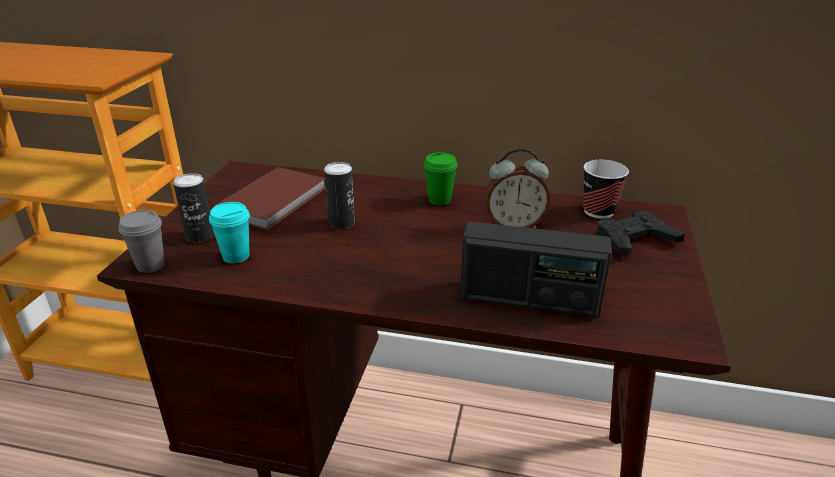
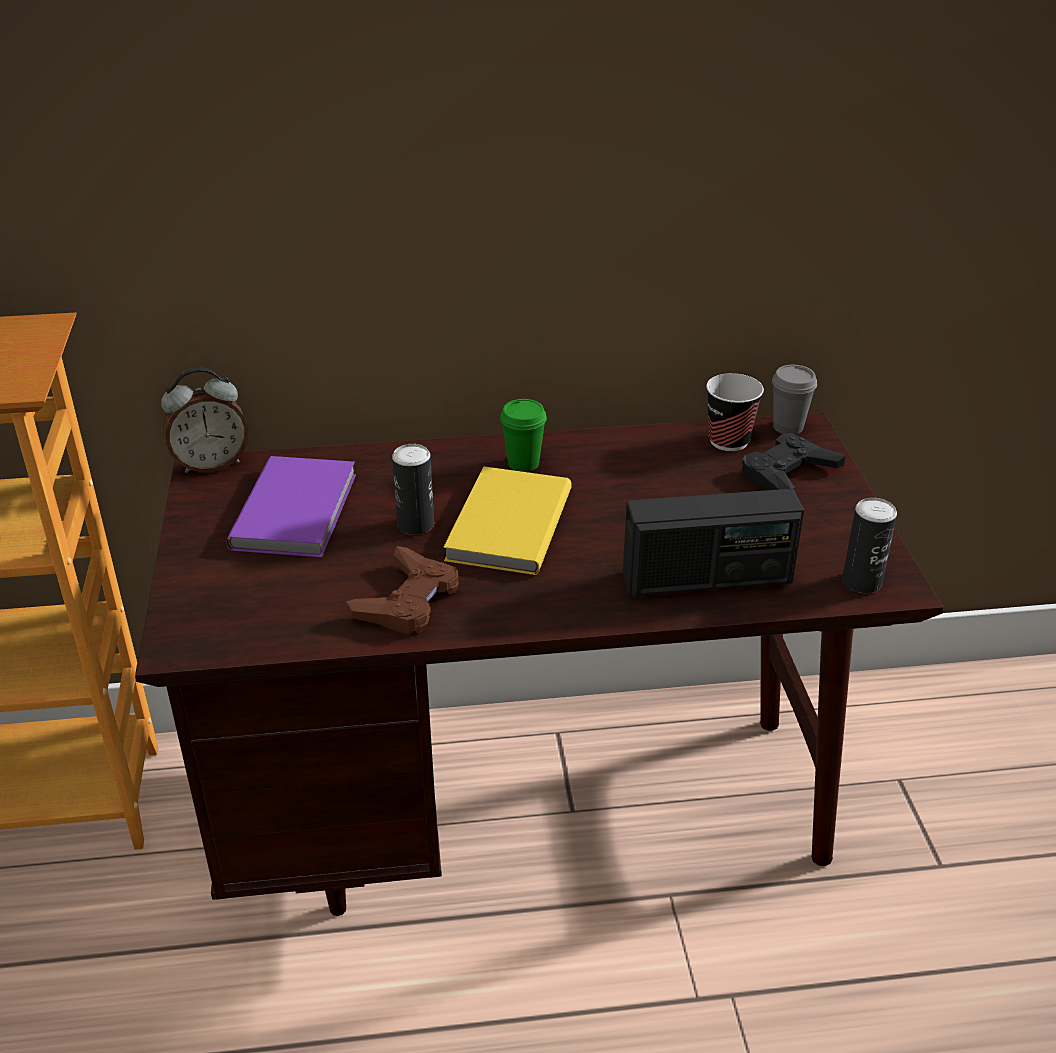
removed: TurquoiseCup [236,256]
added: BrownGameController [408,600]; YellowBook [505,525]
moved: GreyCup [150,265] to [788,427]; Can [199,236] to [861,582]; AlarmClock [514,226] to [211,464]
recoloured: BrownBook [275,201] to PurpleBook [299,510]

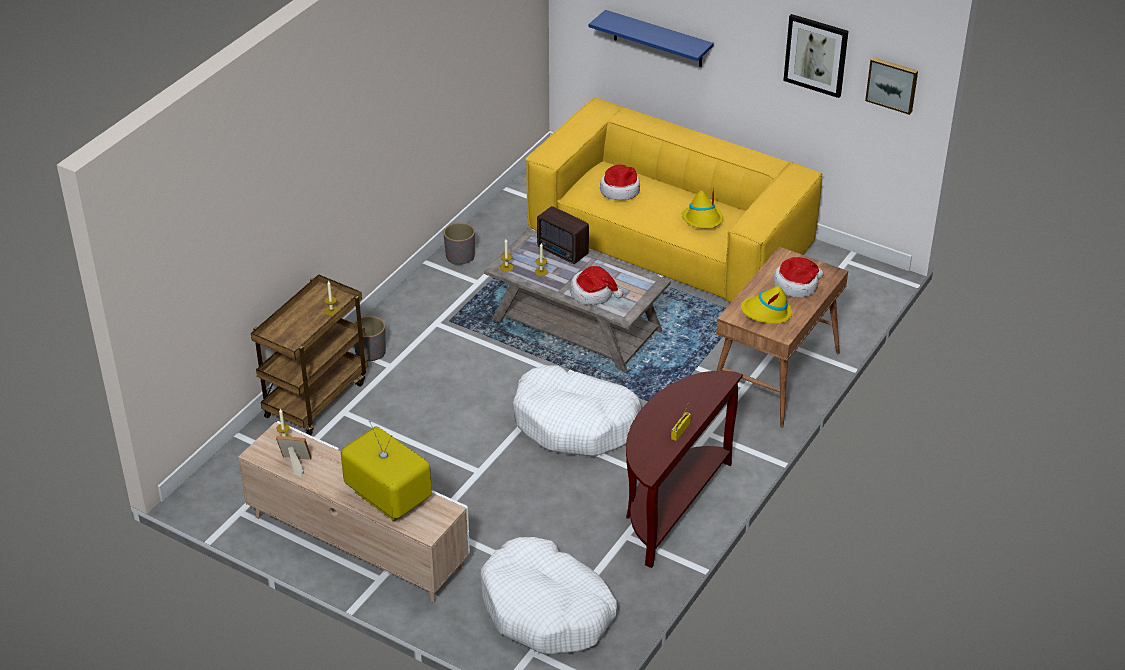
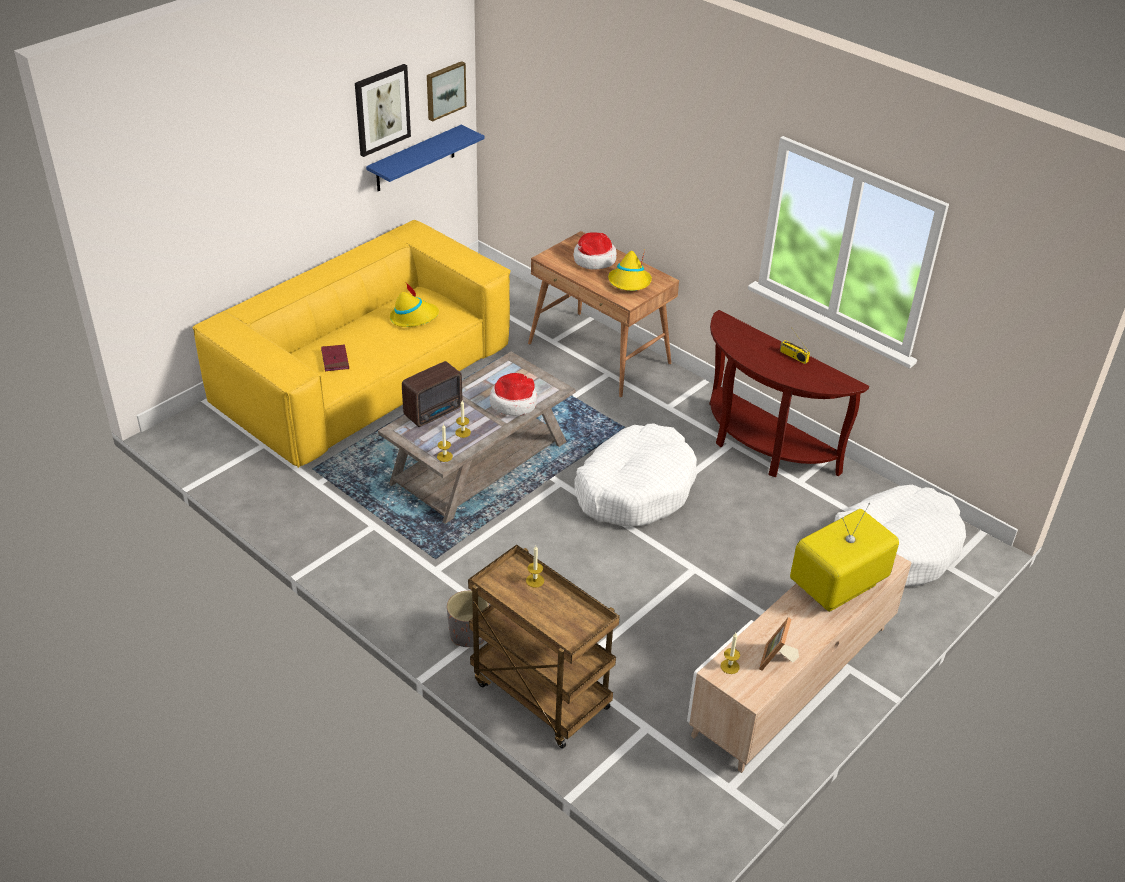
removed: GreyPlanter [460,257]
moved: BlueShelf [658,39] to [415,159]
replaced: Hat [619,190] to RedBook [335,359]

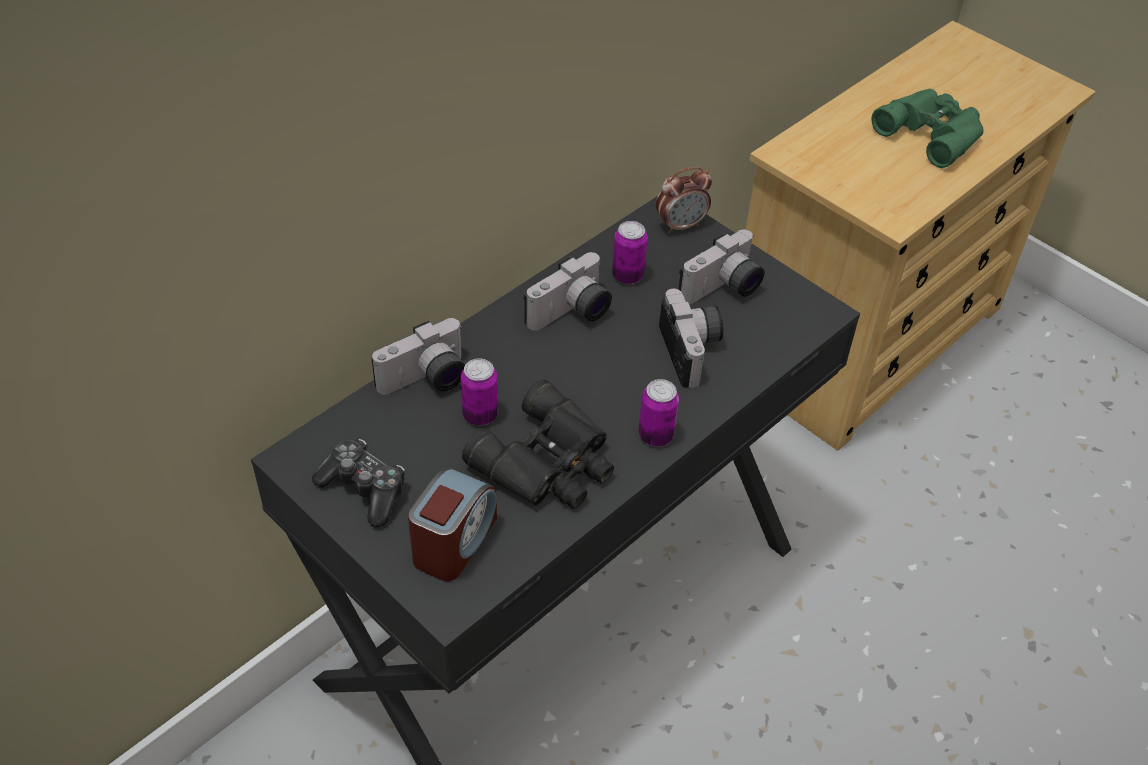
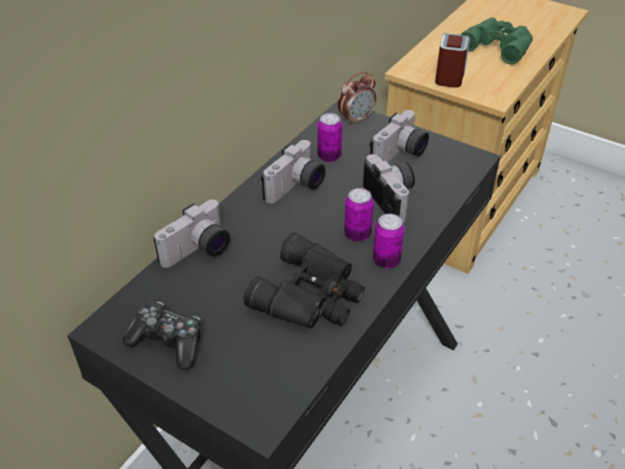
moved: AlarmClock [454,542] to [450,75]; Can [480,415] to [357,234]

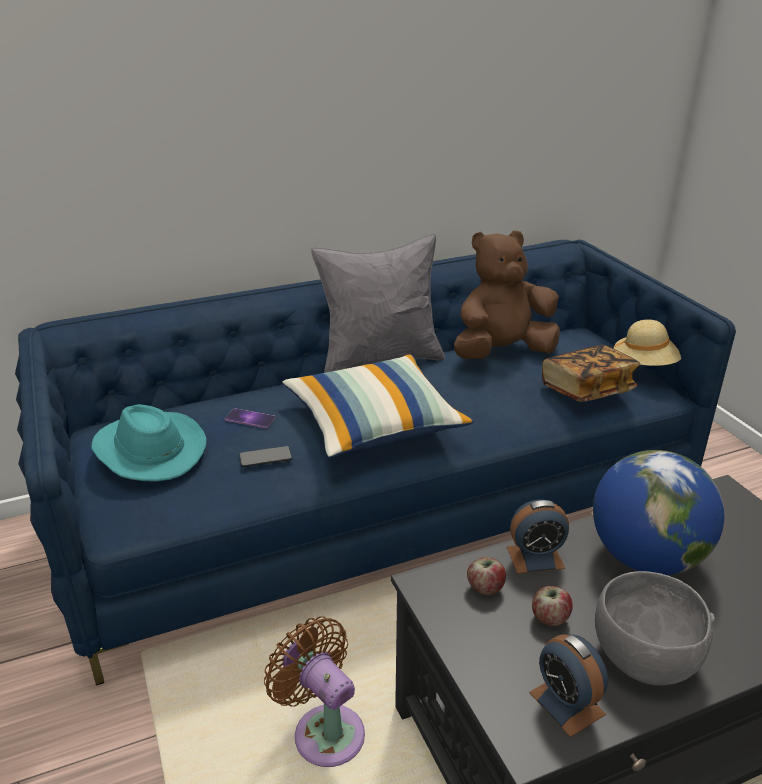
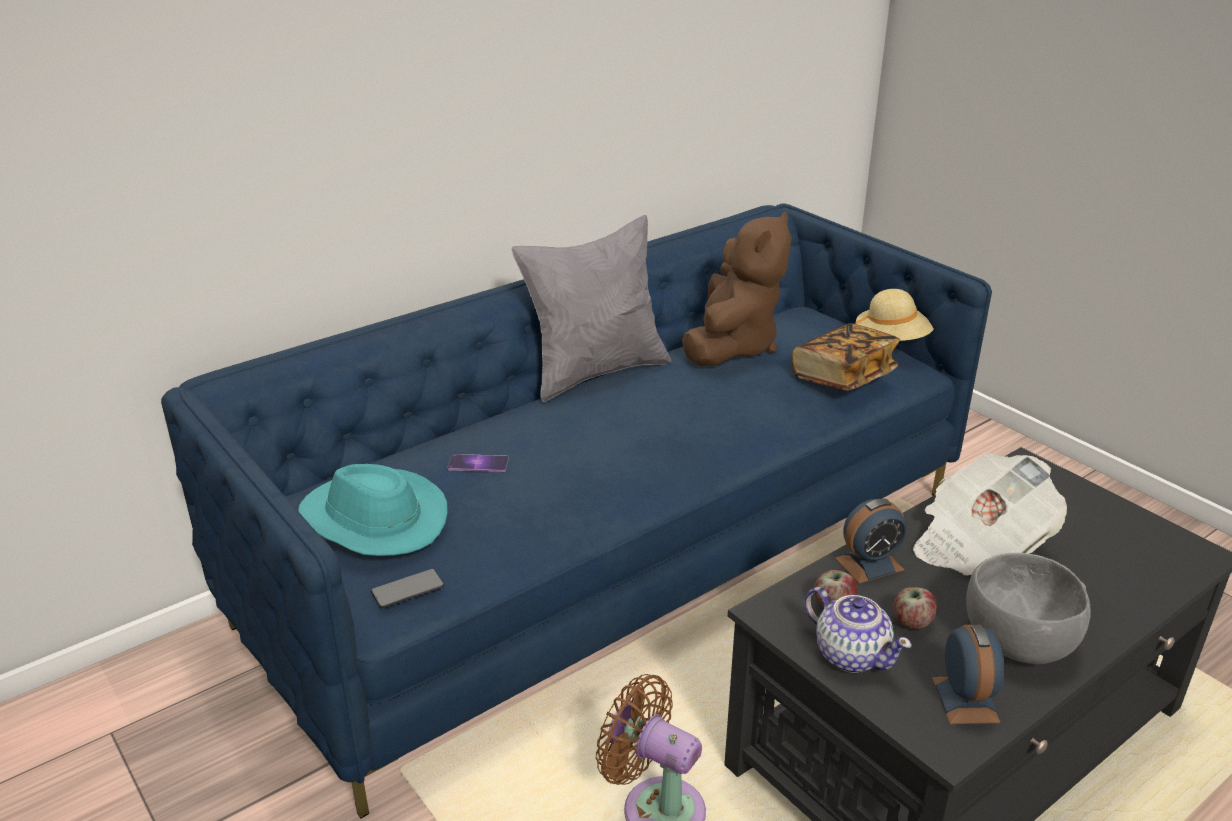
removed: Pillow [374,424]
added: Teapot [851,654]
moved: Phone [265,457] to [407,589]
replaced: Globe [646,558] to Newspaper [978,545]
turned: BrownPlushToy [502,353] = [732,347] 150 degrees clockwise; AlarmClock [567,703] = [965,699] 135 degrees counterclockwise

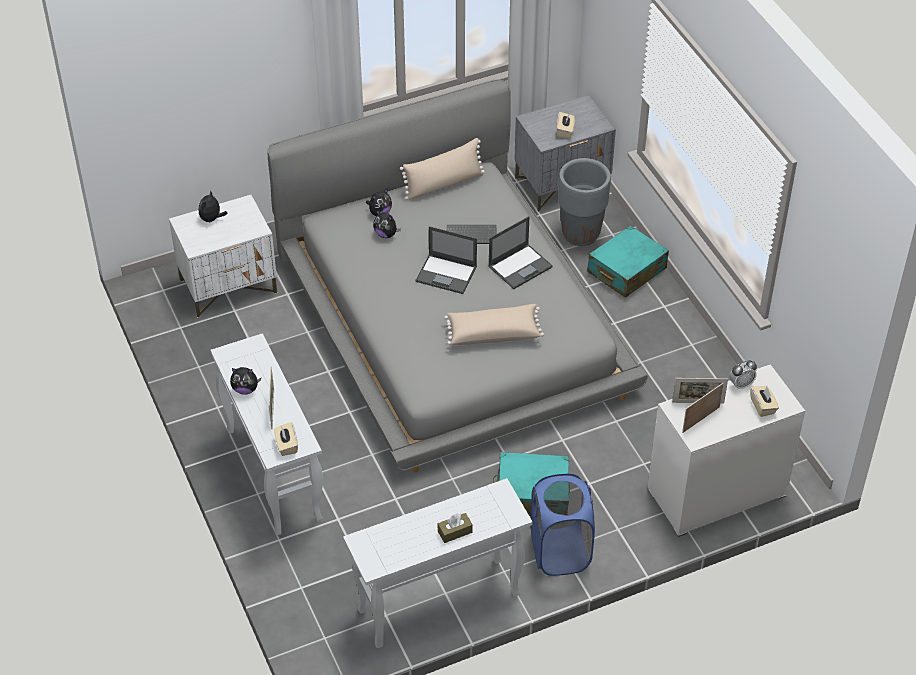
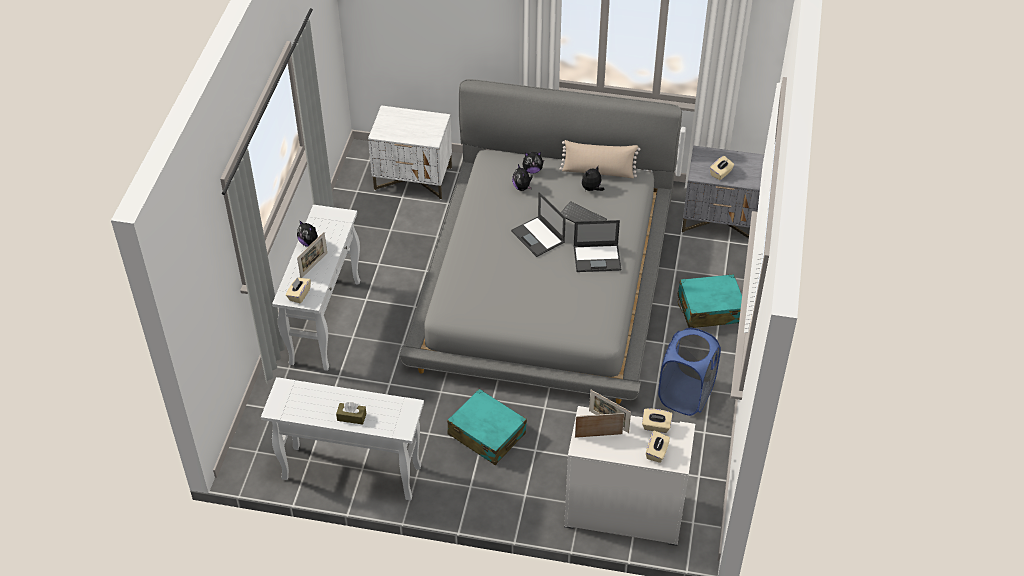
removed: BeigePillow [493,332]; GreyPlanter [580,234]
moved: PlushToy [212,219] to [591,189]; BlueLaundryBasket [560,552] to [685,395]
replaced: AlarmClock [741,384] to BeigeTissueBox [656,426]

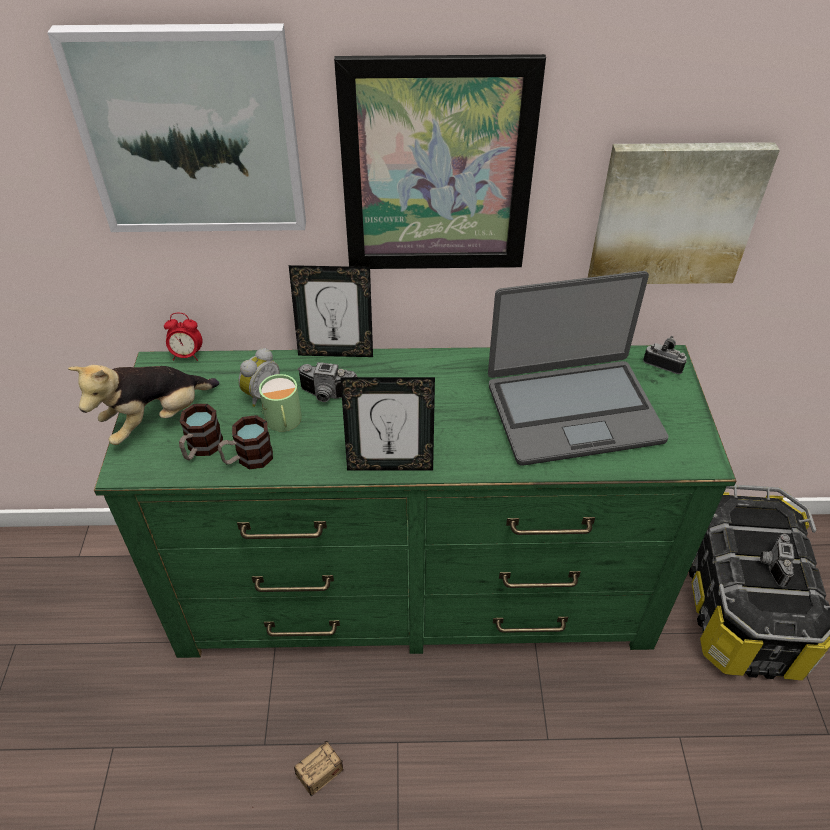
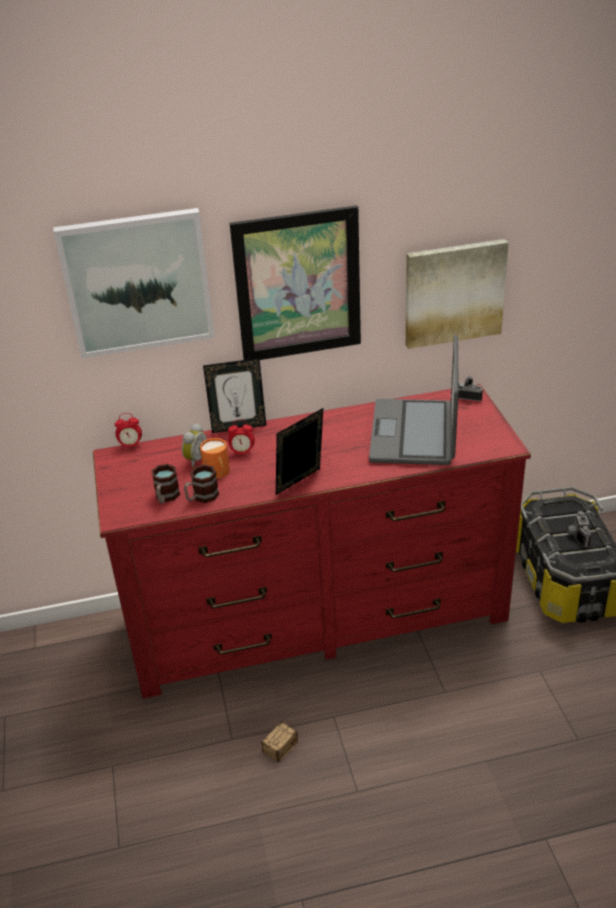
removed: PlushToy [157,420]
replaced: PhotoCamera [327,396] to AlarmClock [242,453]
recoloured: GreenDresser [415,588] to RedDresser [317,616]; GreenMug [283,421] to OrangeMug [217,472]
turned: PictureFrame [390,464] = [301,484] 150 degrees clockwise; Laptop [573,411] = [414,433] 120 degrees clockwise

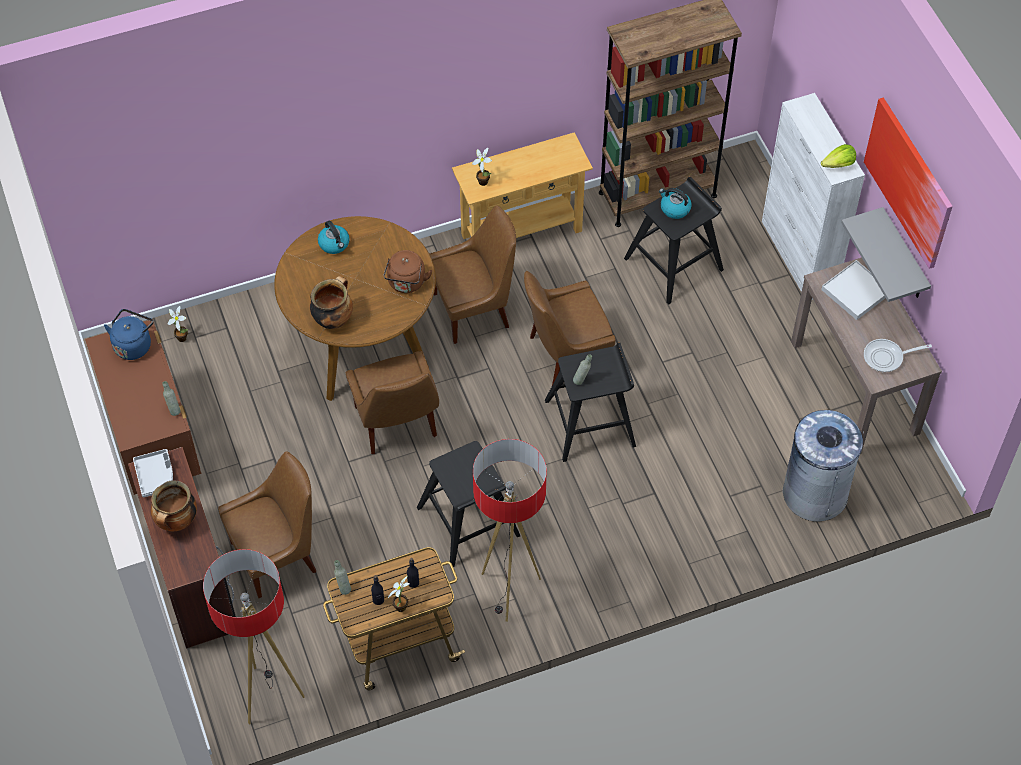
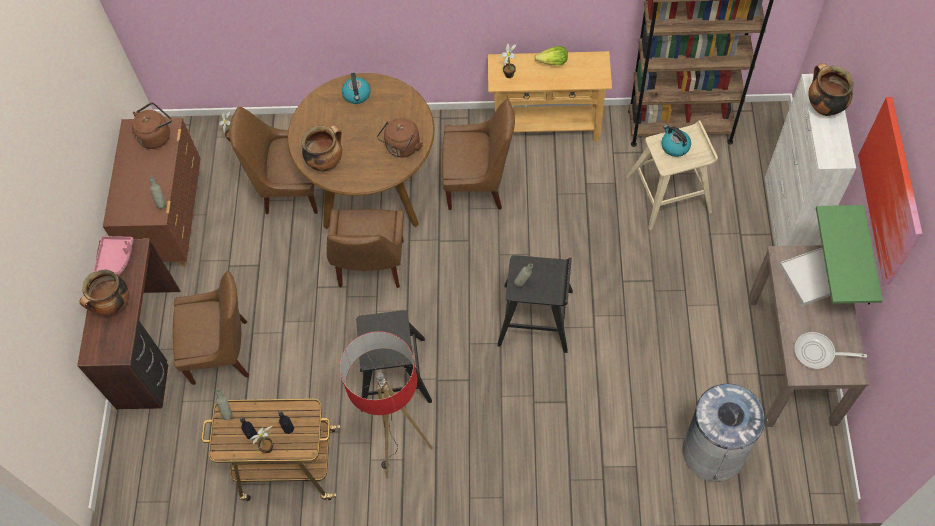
removed: FloorLamp [269,695]
added: CookingPot [823,106]
moved: BrownChair [565,354] to [290,189]; Lettuce [838,164] to [552,62]
recoloured: BlueKettle [133,344] to BrownKettle [156,135]; GreyTray [155,476] to PinkTray [116,258]; BlackStool [674,263] to BeigeStool [670,194]; GreyShelf [903,257] to GreenShelf [868,260]

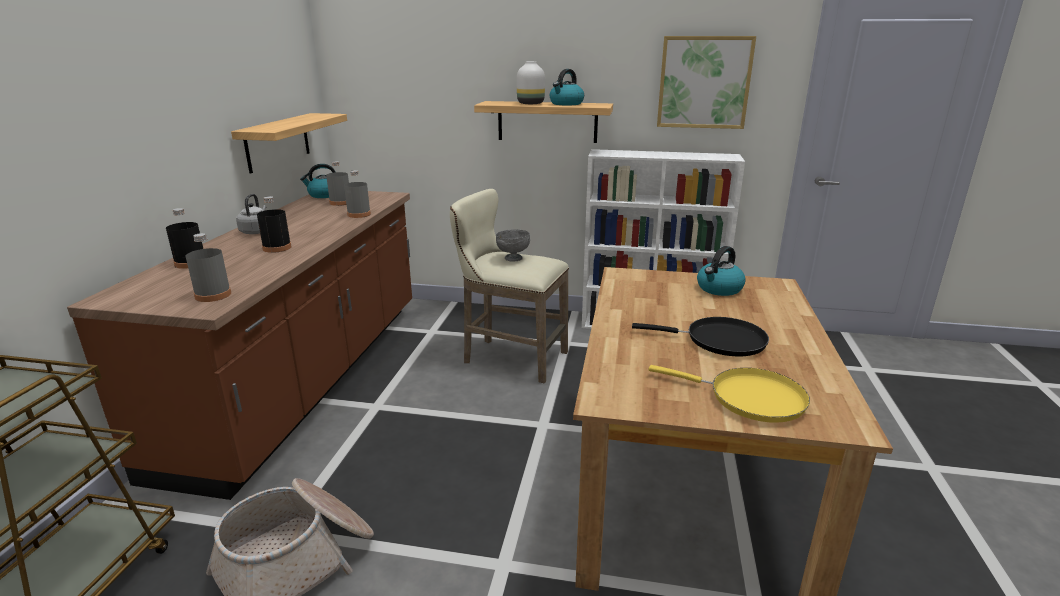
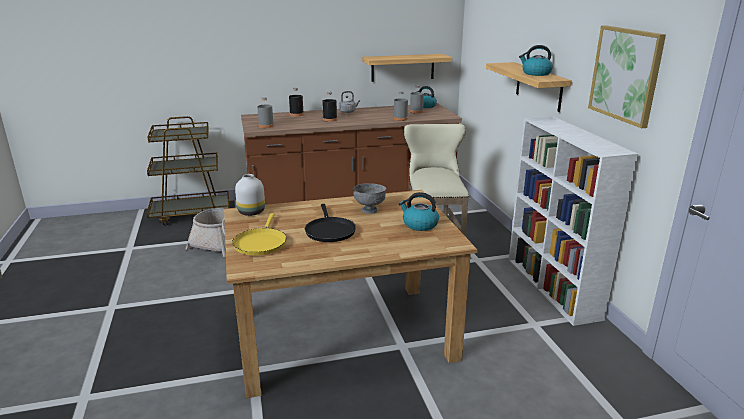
moved: GreyBowl [512,258] to [369,210]; WhiteVase [531,103] to [252,212]

